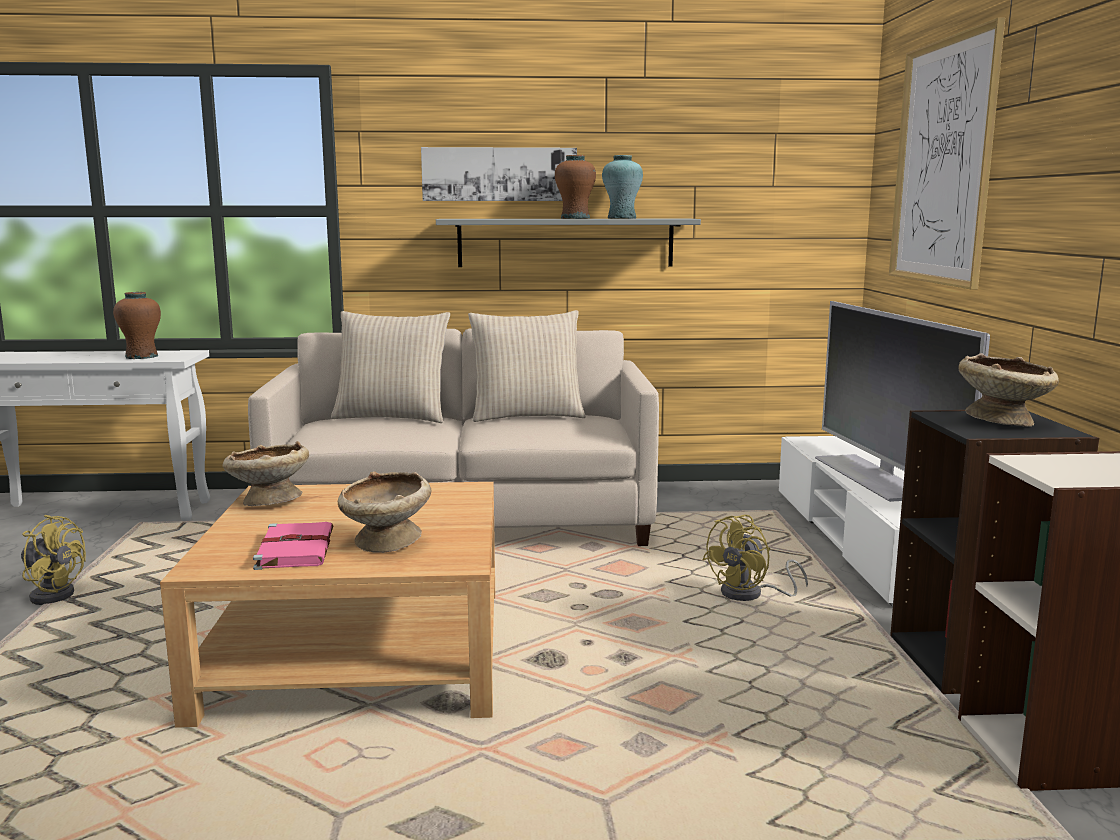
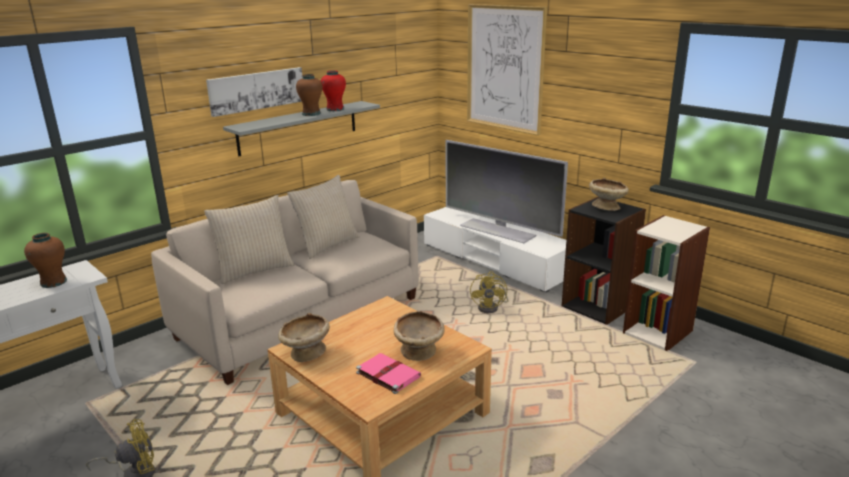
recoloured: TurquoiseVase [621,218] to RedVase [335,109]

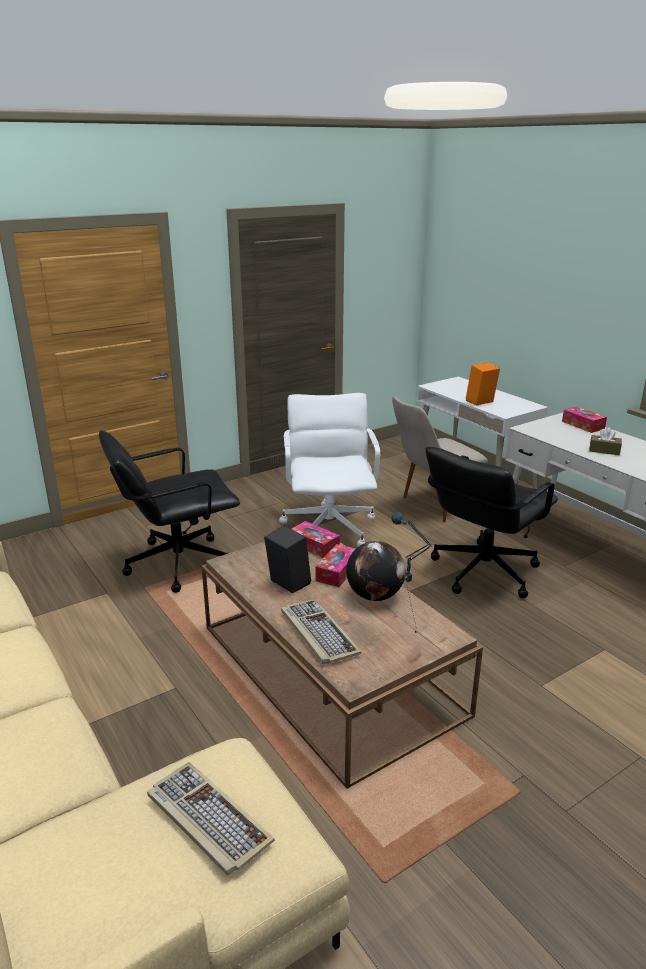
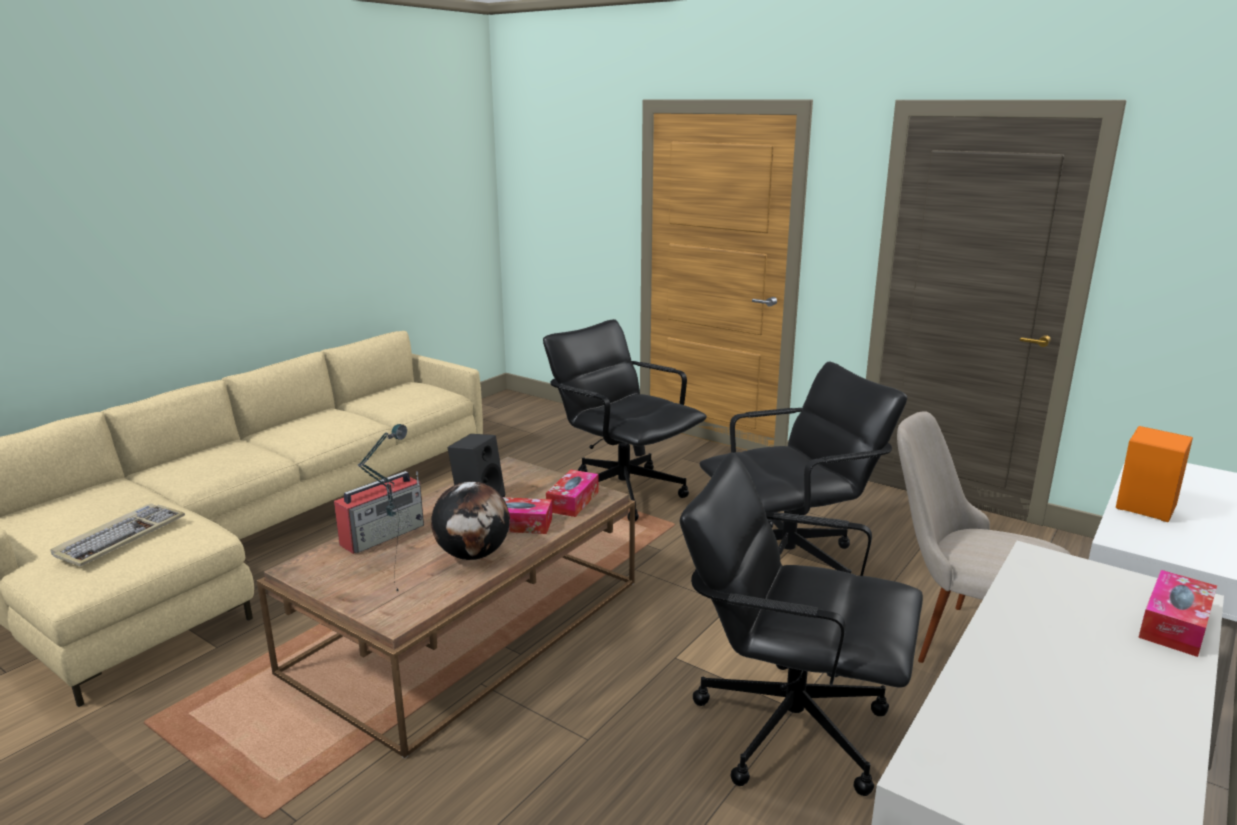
removed: BrownTissueBox [604,450]
replaced: Keyboard [317,633] to Radio [384,534]
recoloured: WhiteOfficeChair [329,527] to BlackOfficeChair [790,563]

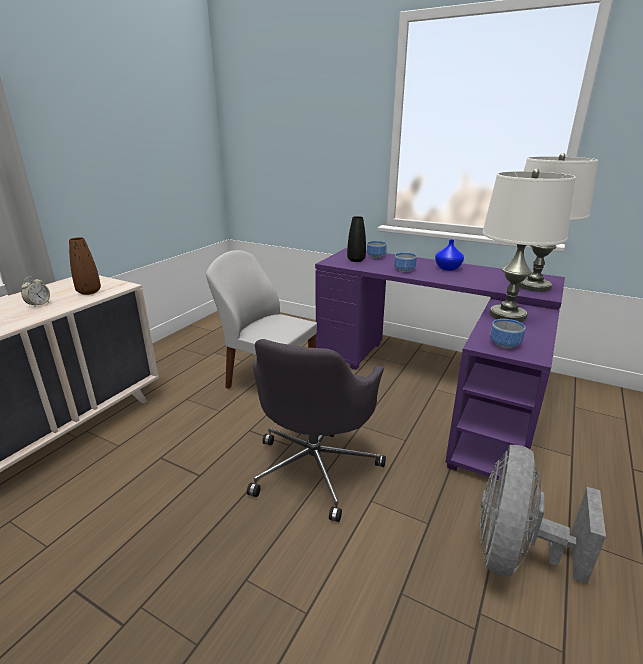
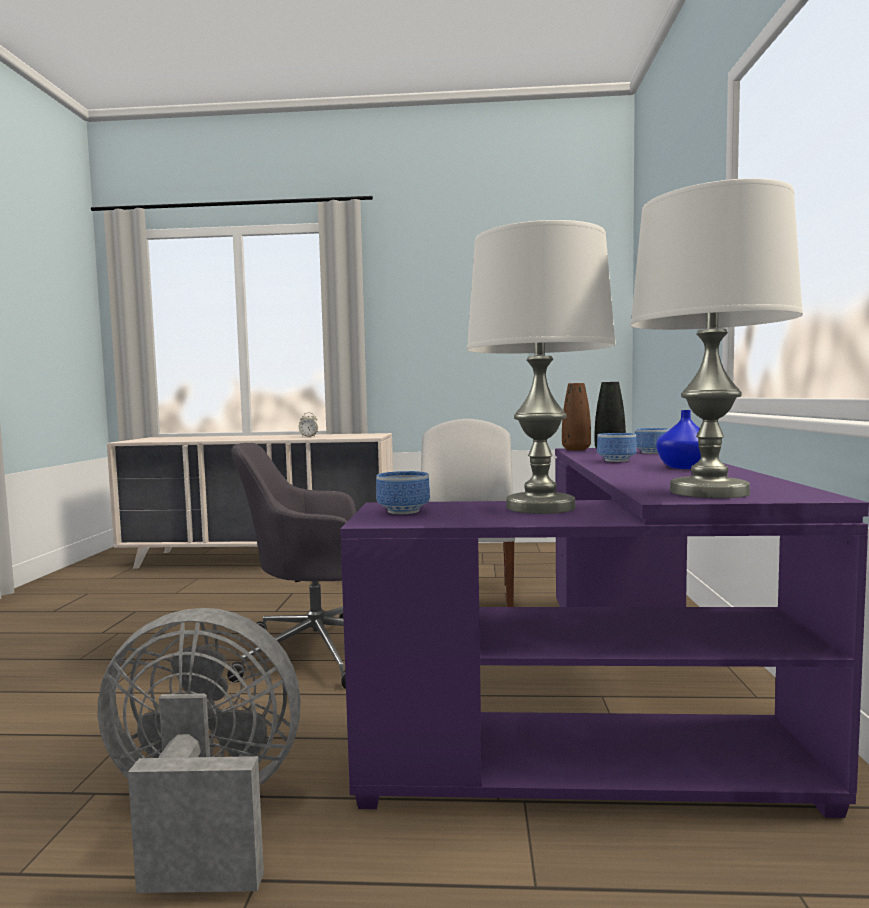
moved: BrownVase [89,292] to [576,449]

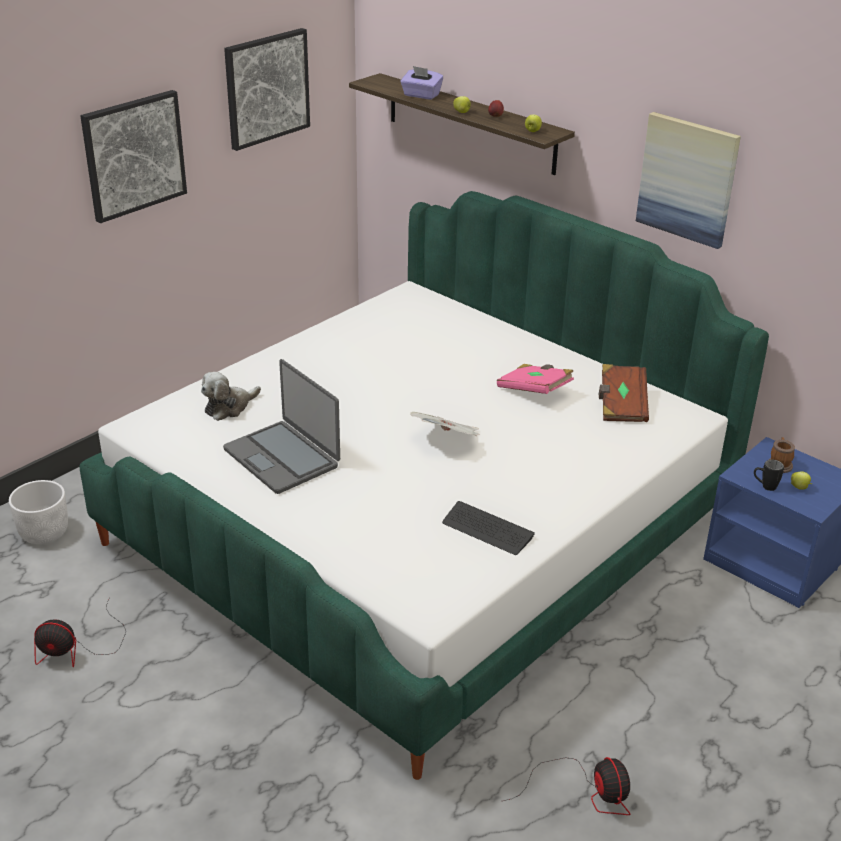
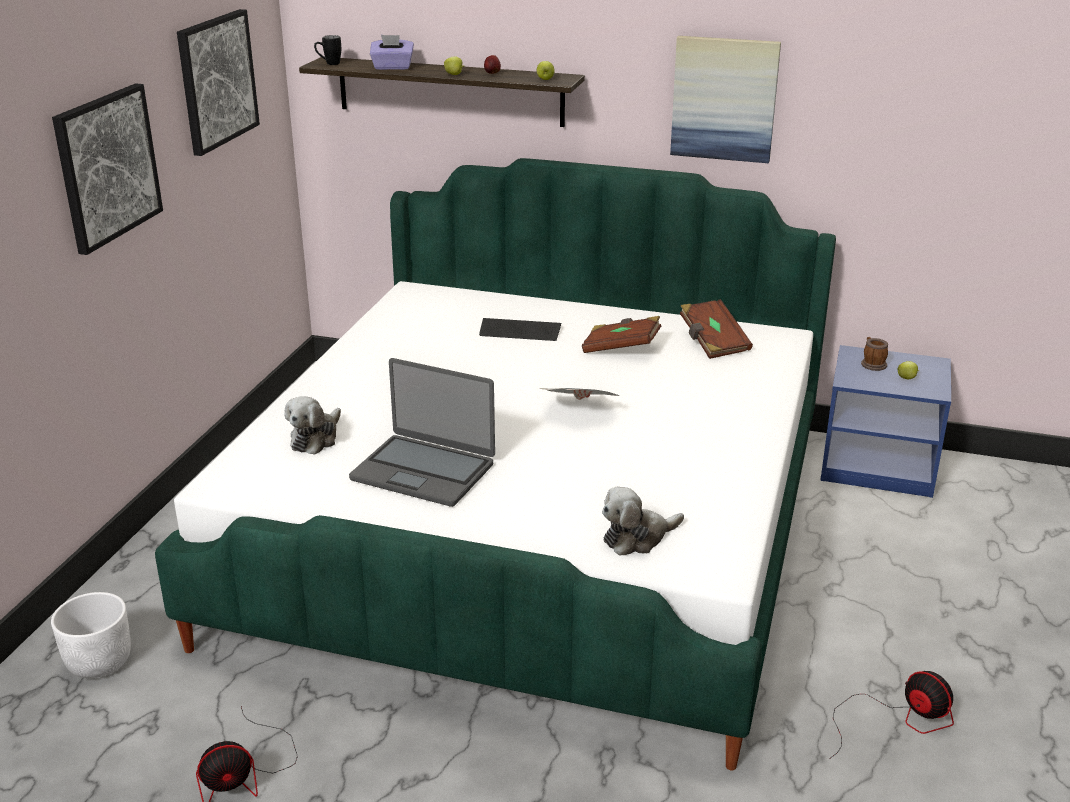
added: PlushToy [637,538]
moved: Keyboard [487,530] to [520,331]; BlackMug [764,487] to [329,64]
recoloured: PinkBook [534,391] to BrownBook [621,348]

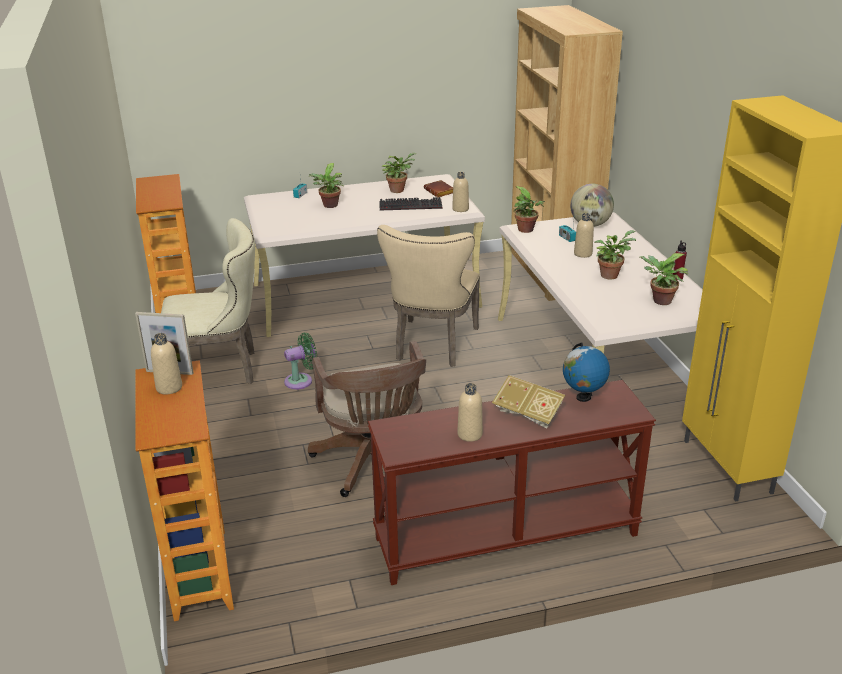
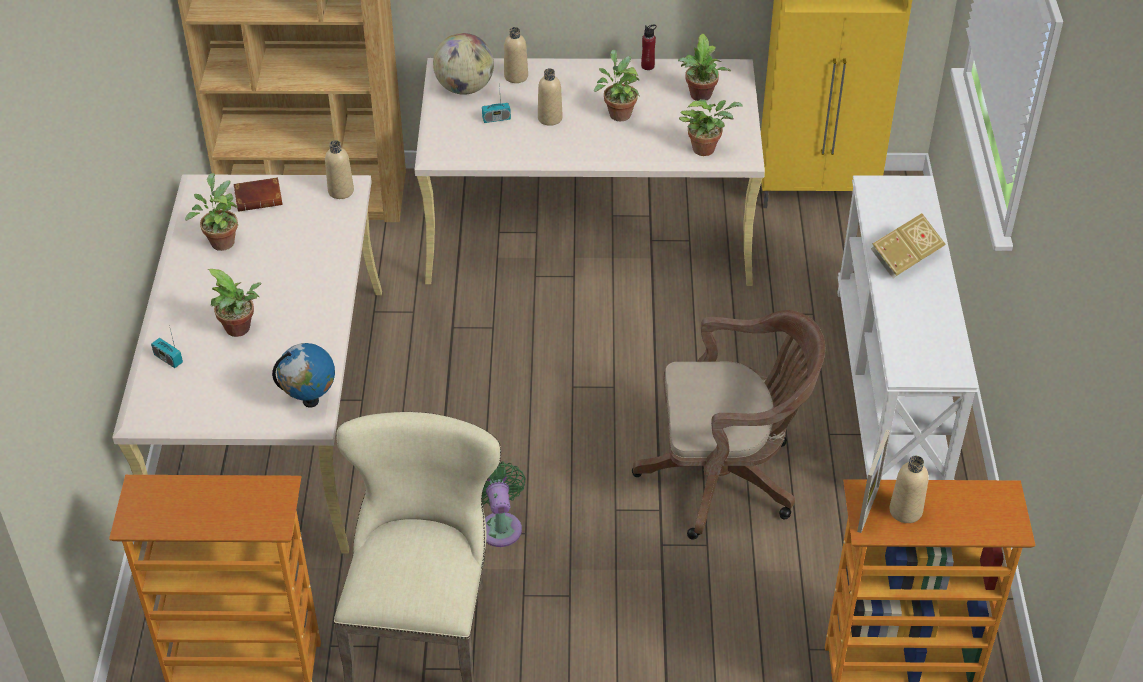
removed: BeigeChair [433,346]; Keyboard [411,205]
moved: BeigeBottle [470,434] to [516,76]; PottedPlant [527,230] to [706,148]; Globe [583,398] to [310,401]
recoloured: BrownConsoleTable [506,538] to WhiteConsoleTable [891,391]

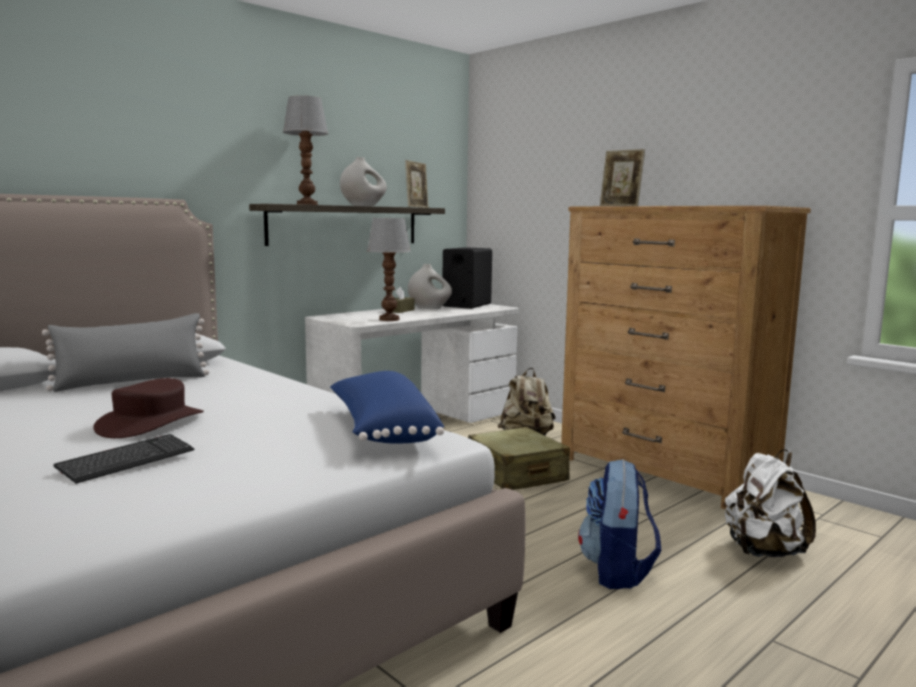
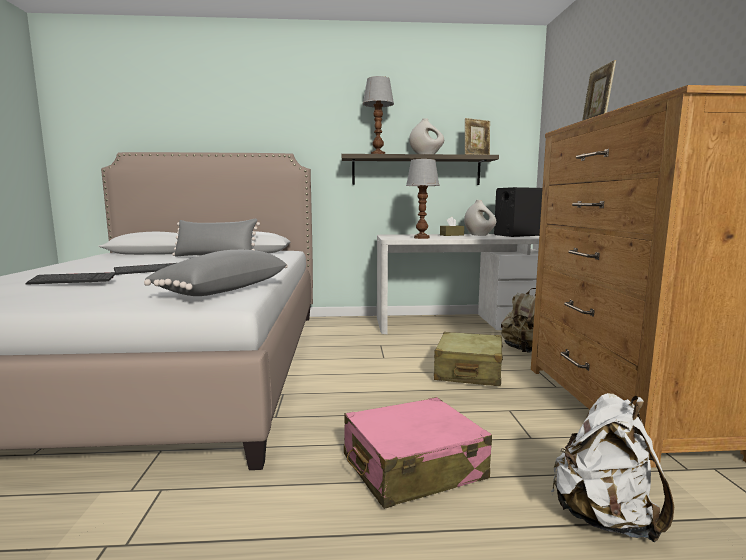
replaced: BrownHat [150,423] to Keyboard [149,270]; Backpack [617,571] to PinkSuitcase [413,468]
recoloured: BluePillow [382,429] to GreyPillow [223,290]

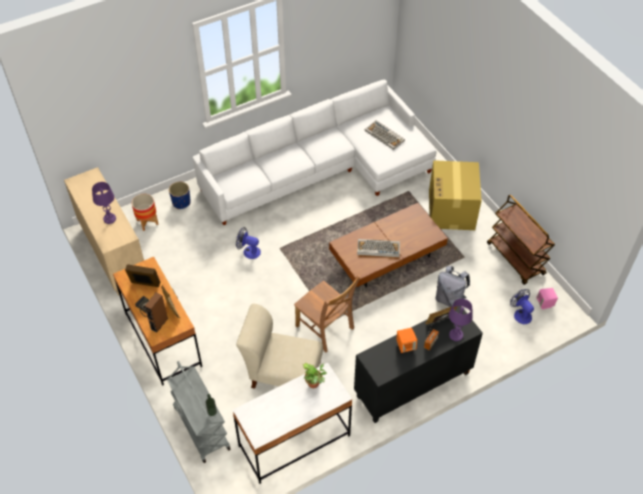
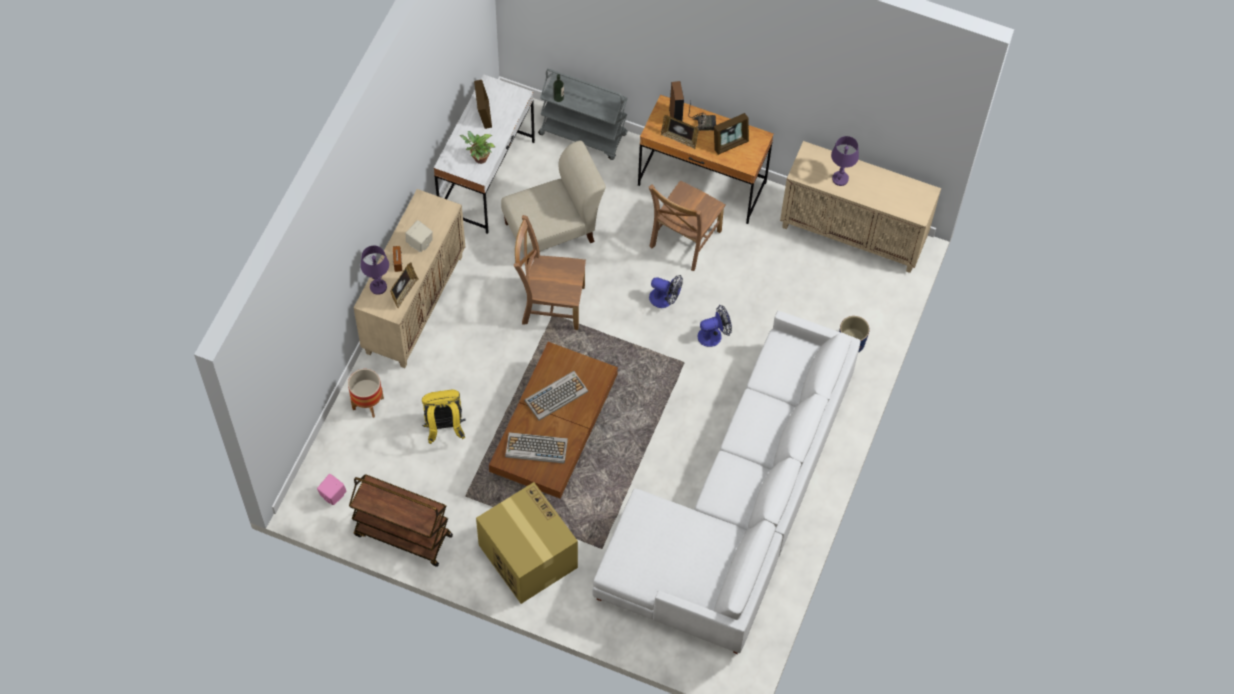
added: PictureFrame [483,114]; BrownChair [683,241]
moved: Planter [147,222] to [368,404]; Keyboard [385,135] to [536,448]; Fan [520,314] to [665,299]
recoloured: BlackCabinet [412,385] to BeigeCabinet [414,303]; OrangeSpeaker [405,346] to BeigeSpeaker [420,243]; GreyBackpack [449,299] to YellowBackpack [444,428]

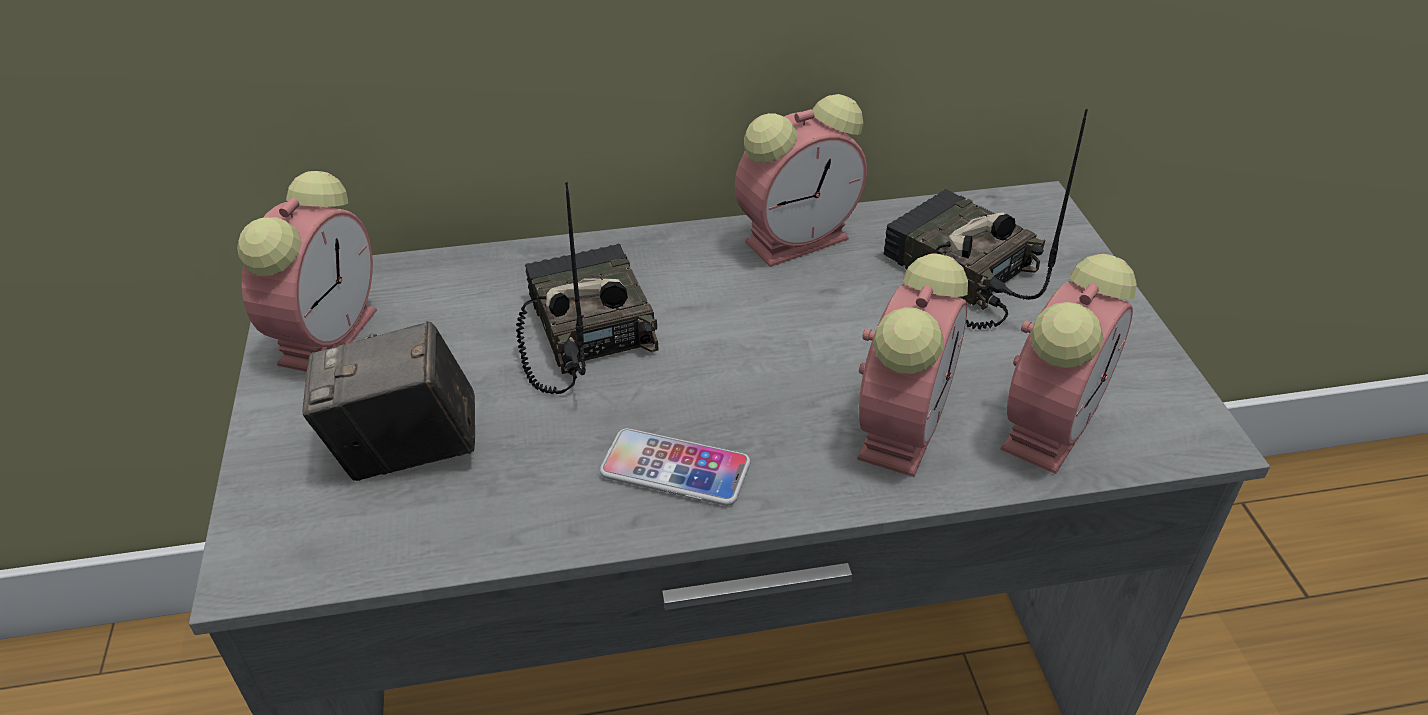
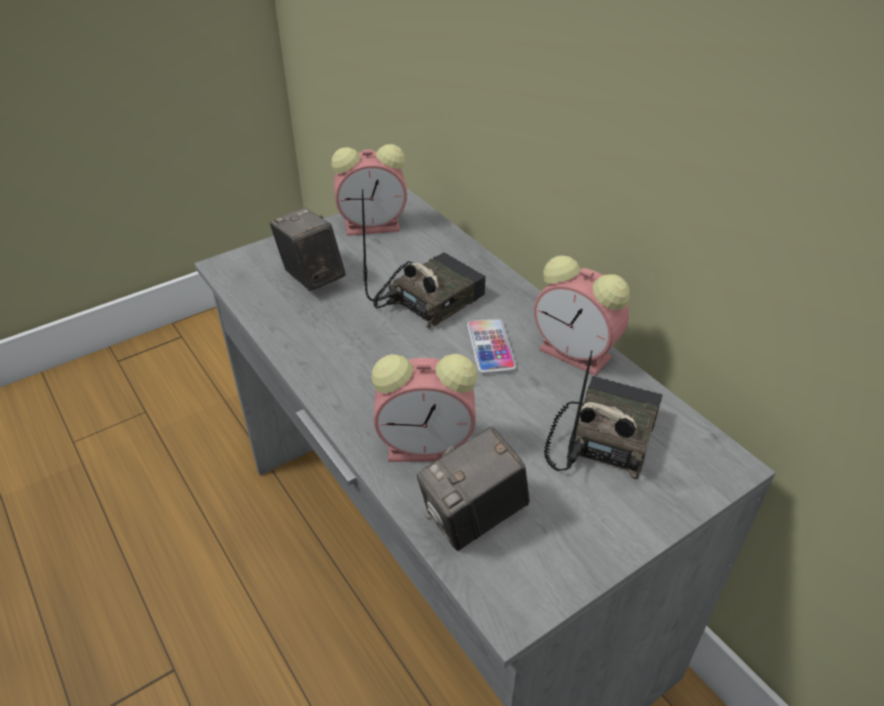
moved: Phone [675,469] to [490,347]
replaced: AlarmClock [1050,423] to PhotoCamera [473,519]

